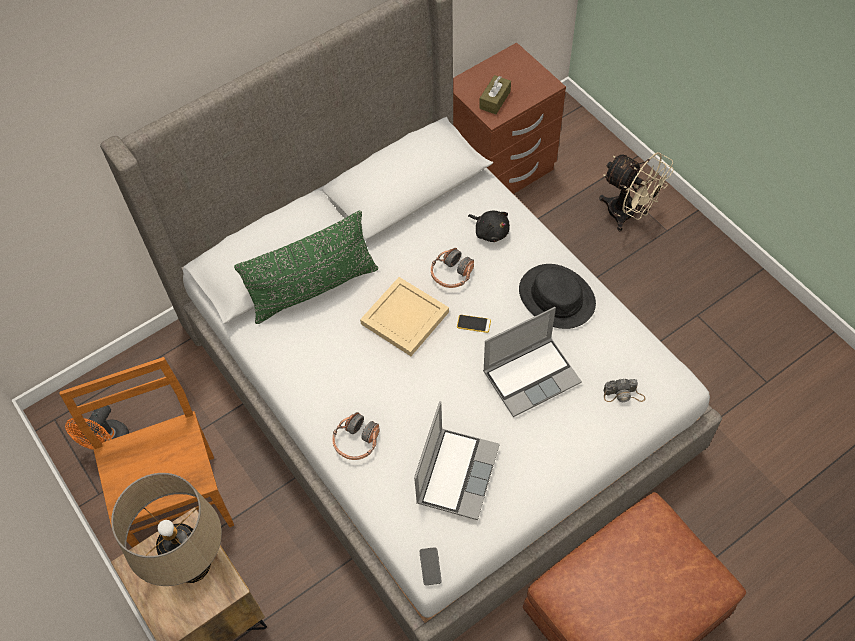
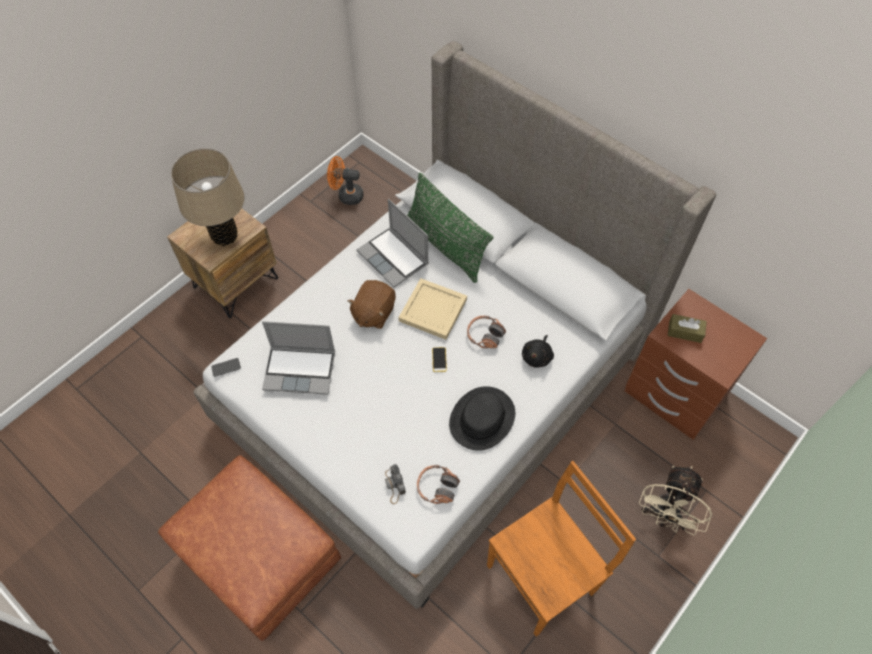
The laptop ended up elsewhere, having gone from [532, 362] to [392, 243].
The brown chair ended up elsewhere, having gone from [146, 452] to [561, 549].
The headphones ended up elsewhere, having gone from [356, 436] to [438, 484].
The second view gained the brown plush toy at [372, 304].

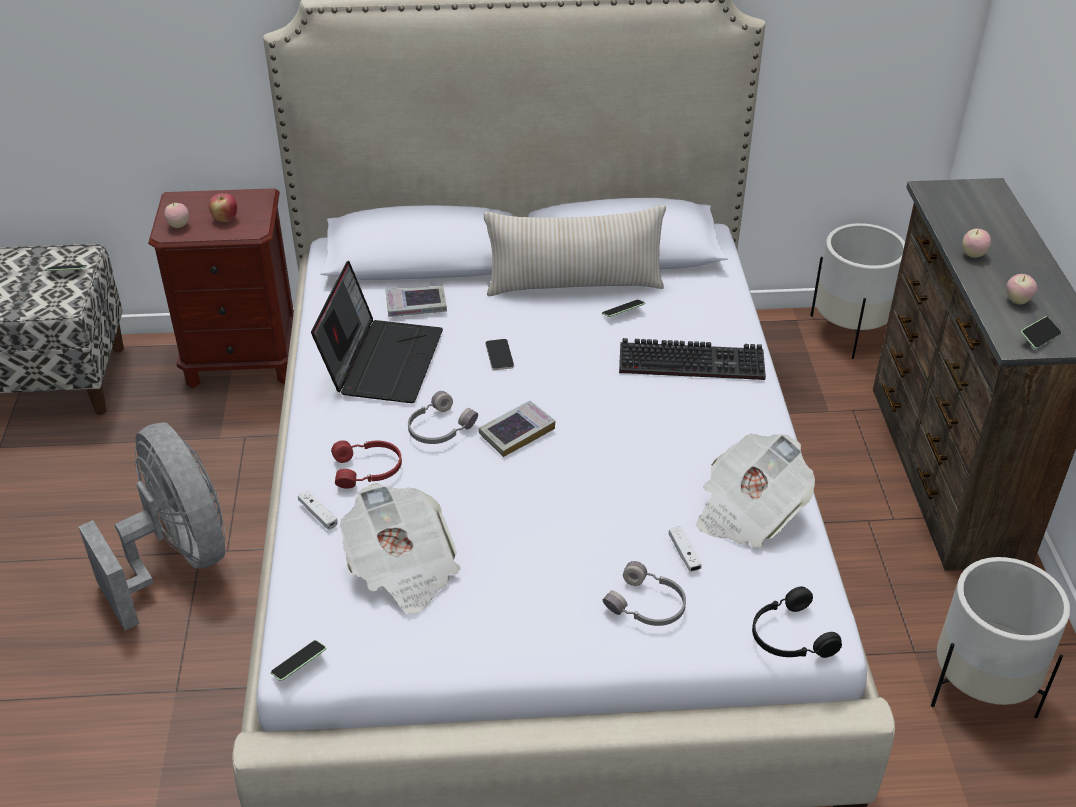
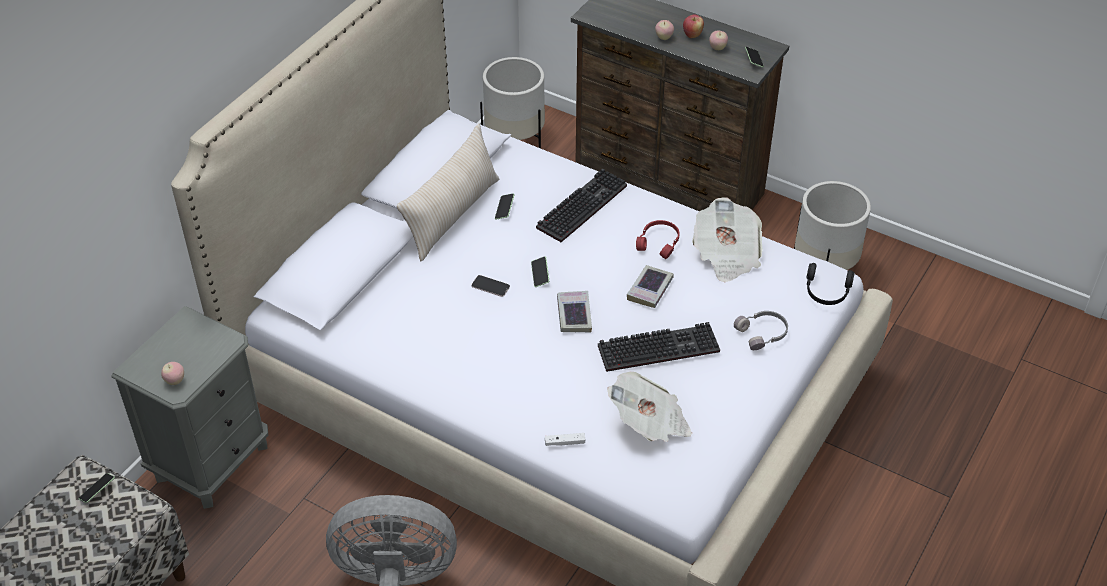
What was the brown nightstand at [221, 288] turned into the grey nightstand at [189, 407].
The apple ended up elsewhere, having gone from [223, 207] to [693, 26].
The second view lost the laptop at [377, 332].
The book ended up elsewhere, having gone from [416, 301] to [650, 286].
The second view lost the grey headphones at [443, 417].
The red headphones ended up elsewhere, having gone from [366, 464] to [658, 239].
The second view lost the white game controller at [685, 548].
The phone ended up elsewhere, having gone from [299, 660] to [540, 271].
The second view gained the keyboard at [659, 347].

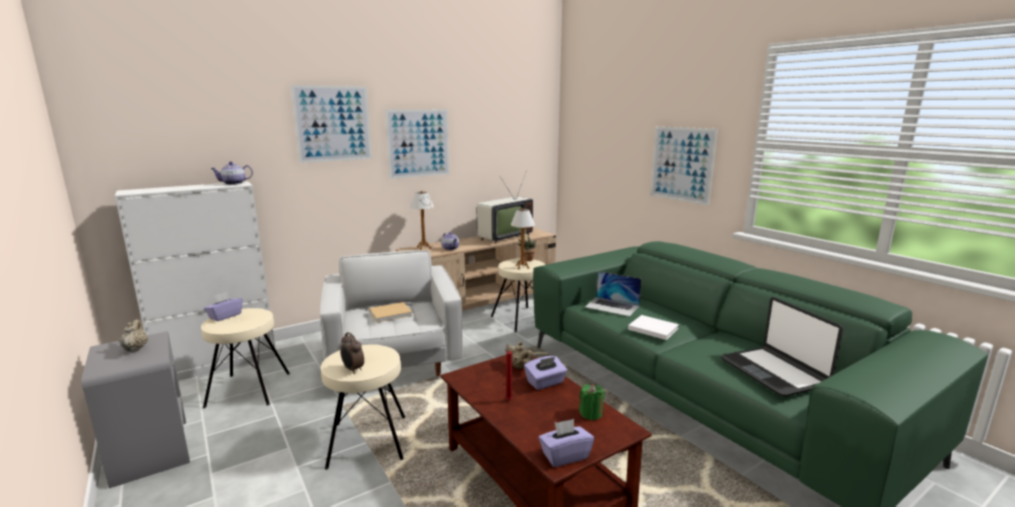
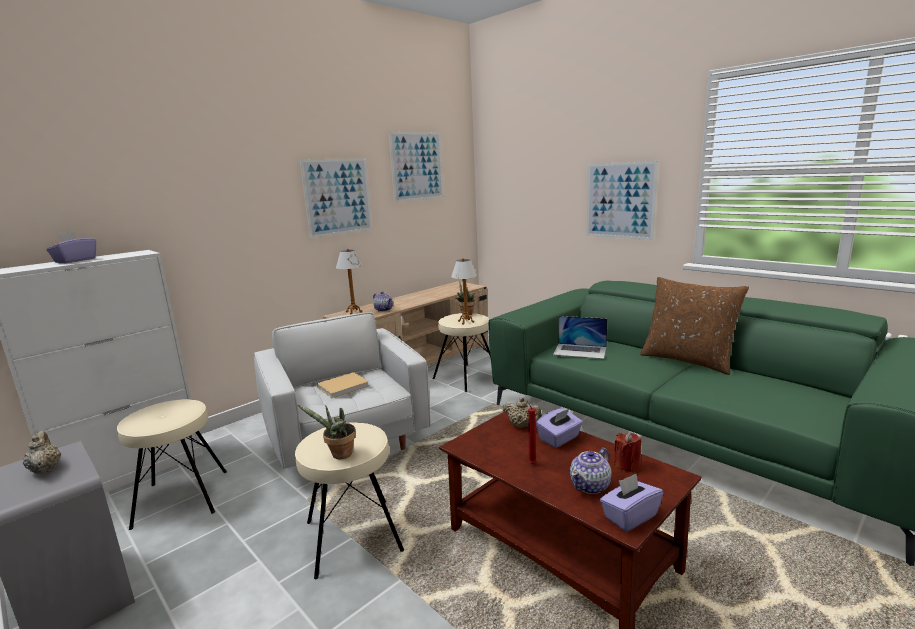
The picture ended up elsewhere, having gone from [331, 124] to [416, 167].
The teapot ended up elsewhere, having gone from [231, 173] to [591, 471].
The second view lost the television at [505, 207].
The purple tissue box ended up elsewhere, having gone from [223, 306] to [71, 247].
The second view lost the laptop at [782, 347].
The second view lost the white book at [653, 327].
Where the alarm clock stood at [352, 353], the potted plant came to stand at [327, 432].
What was the green candle at [592, 402] turned into the red candle at [628, 452].
The second view gained the brown pillow at [694, 326].

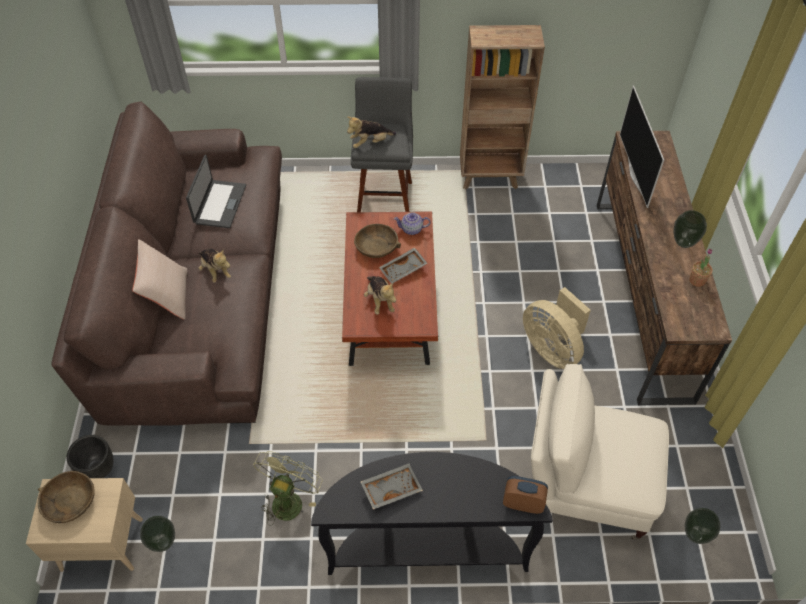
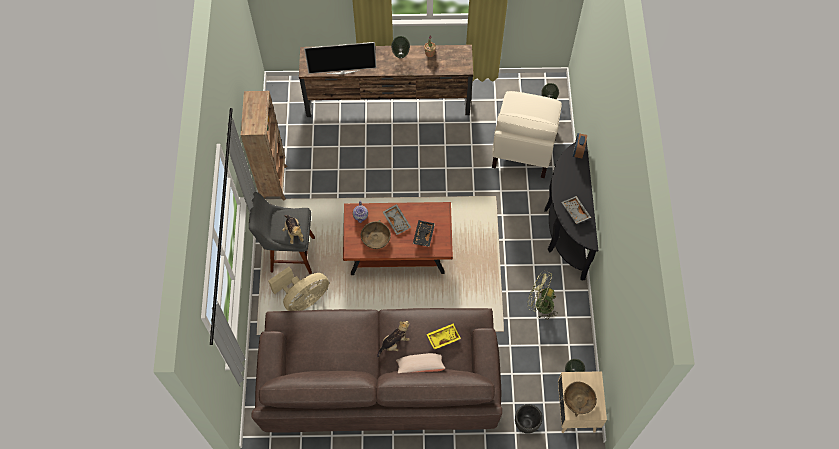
The second view lost the laptop at [216, 191].
Where the plush toy stood at [380, 295], the black tray came to stand at [424, 233].
The beige fan ended up elsewhere, having gone from [557, 328] to [298, 289].
The second view gained the yellow tray at [443, 337].

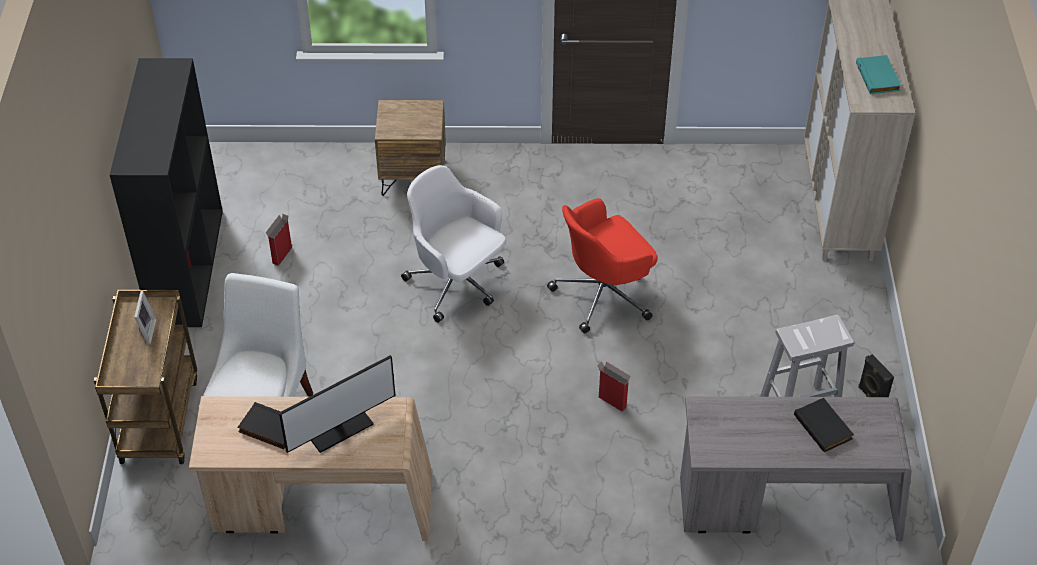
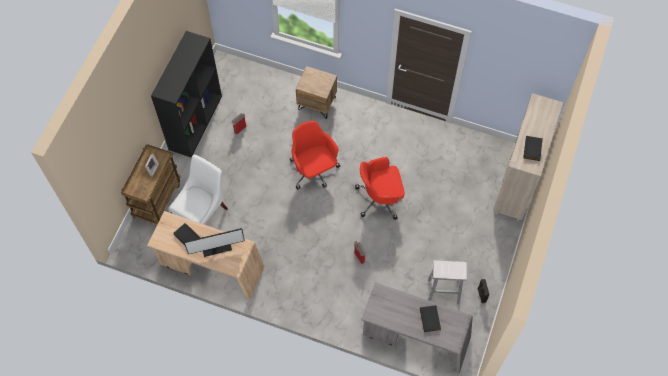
What was the turquoise book at [878, 74] turned into the black book at [533, 148].
What was the white office chair at [453, 244] turned into the red office chair at [315, 155].

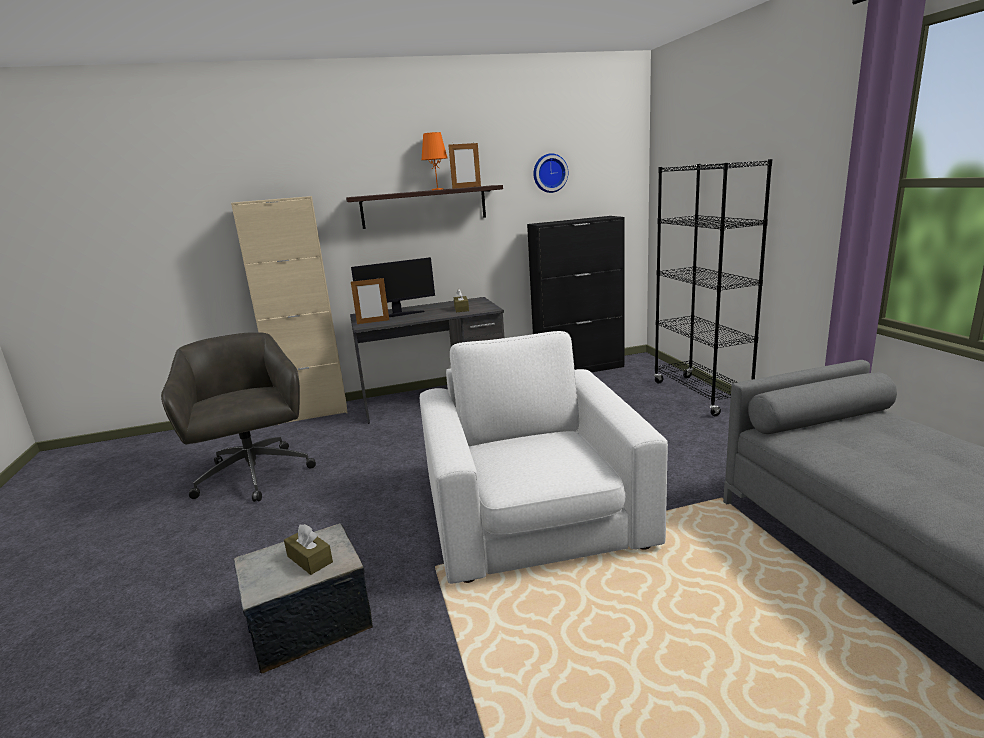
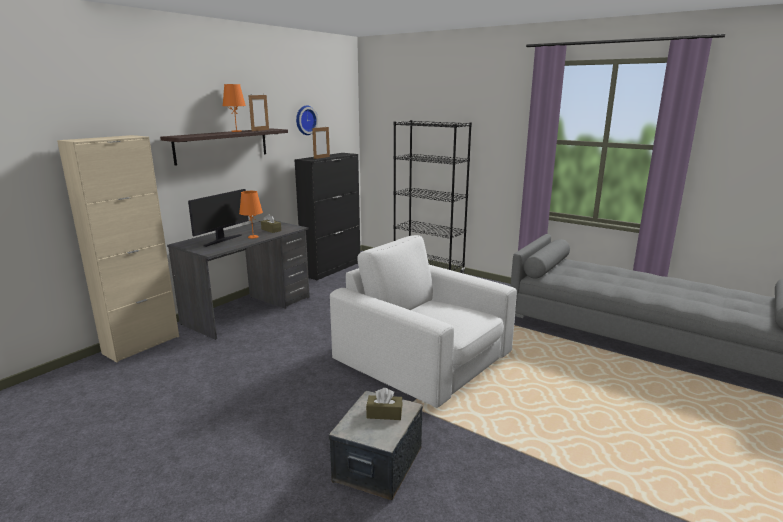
The picture frame ended up elsewhere, having gone from [370, 300] to [321, 142].
The second view lost the grey office chair at [238, 417].
The second view gained the orange table lamp at [251, 215].

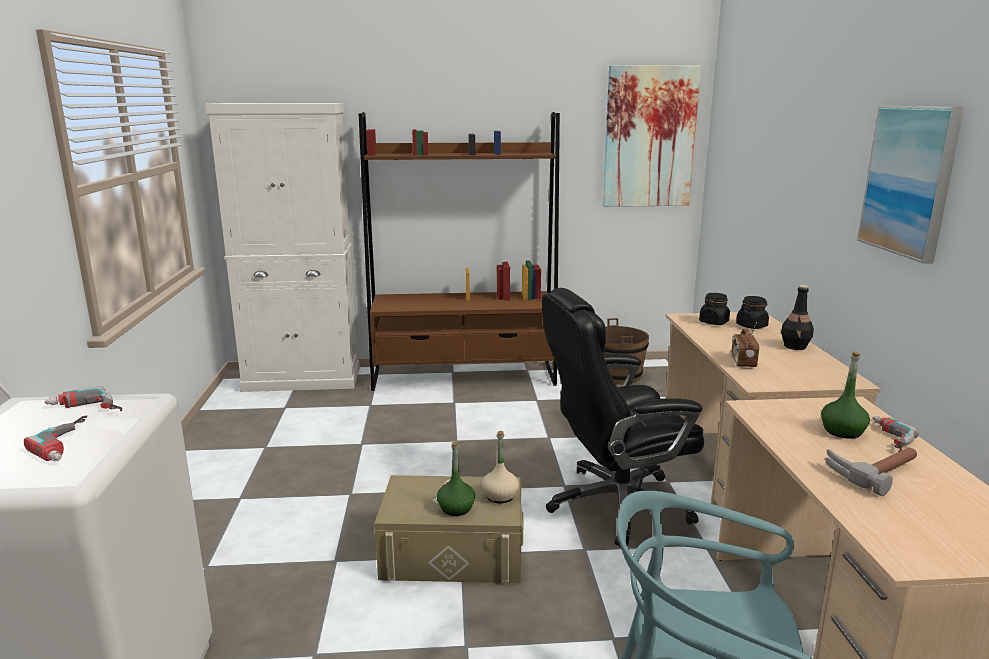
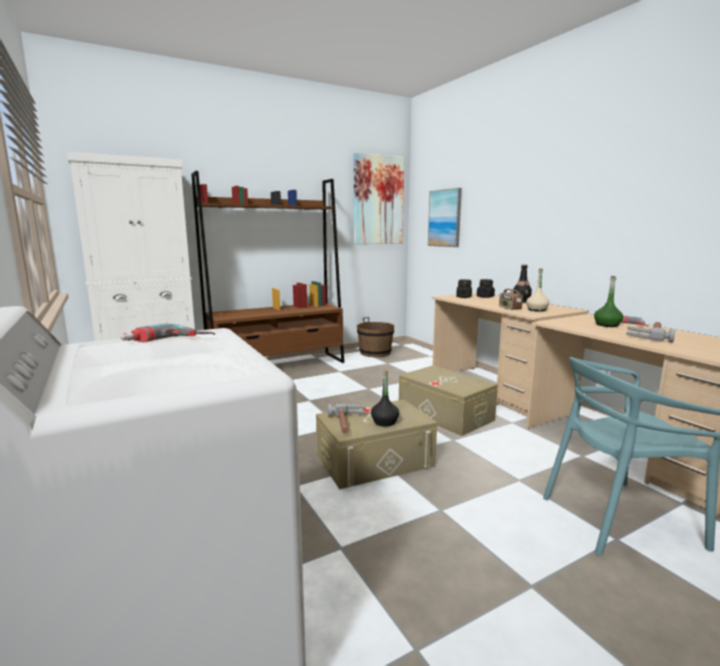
The picture ended up elsewhere, having gone from [910, 184] to [445, 217].
Where the black office chair stood at [623, 418], the beige storage box came to stand at [448, 400].
The second view lost the power drill at [55, 438].
The beige bottle ended up elsewhere, having gone from [500, 467] to [538, 290].
What was the green bottle at [456, 478] turned into the black bottle at [385, 398].
The second view gained the hammer at [347, 418].

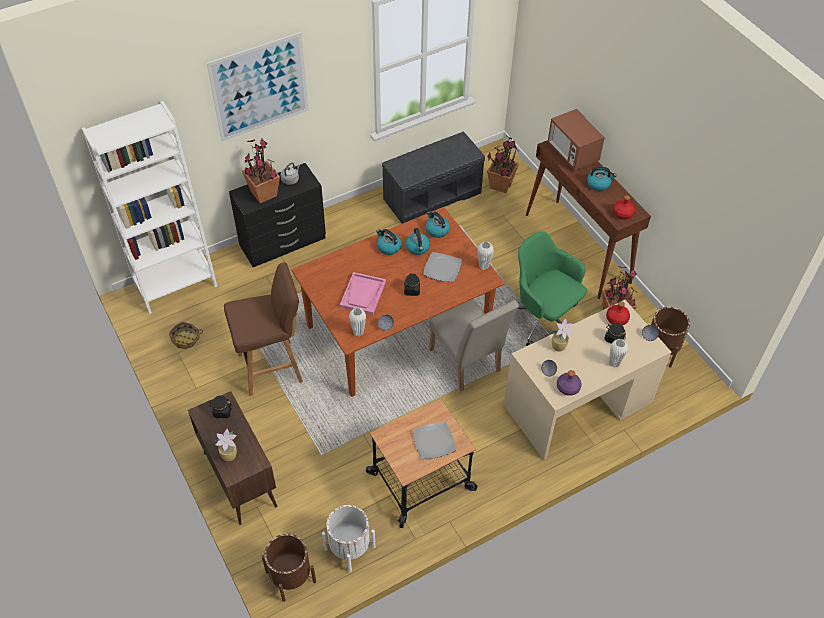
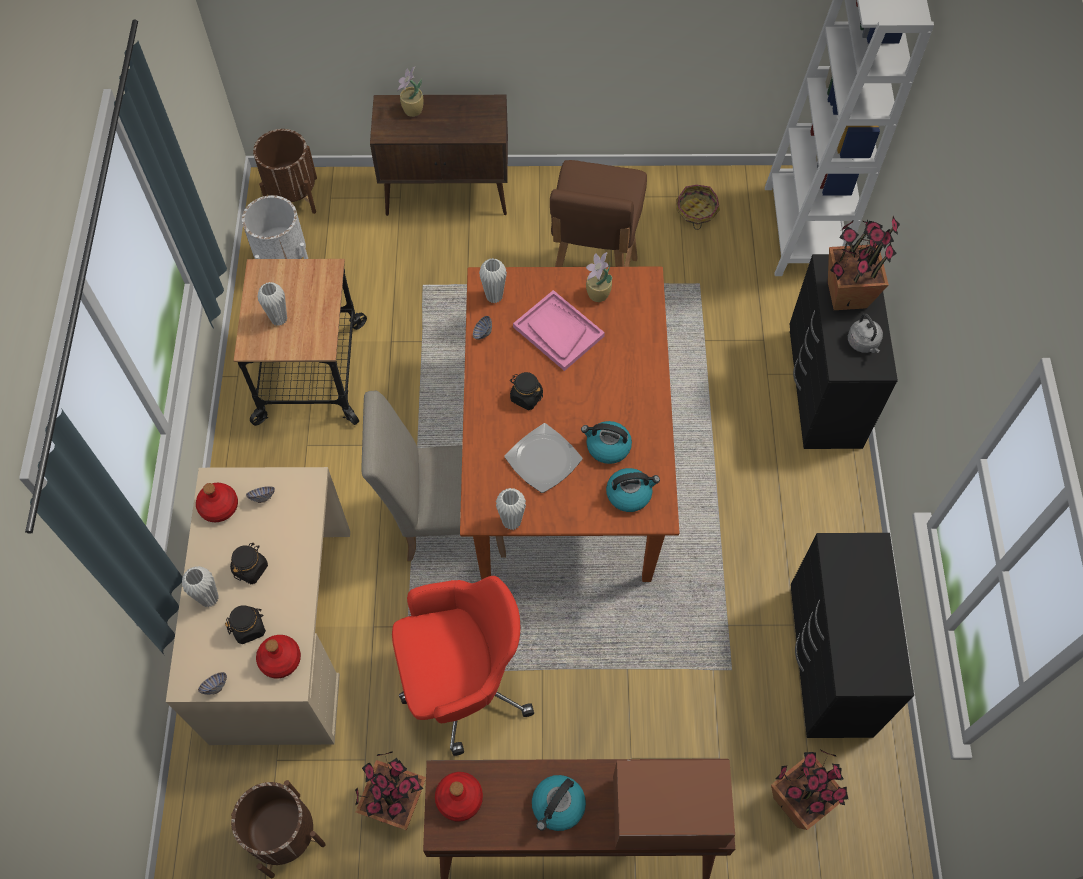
The second view lost the picture at [258, 86].
Where the grey bench stood at [433, 178], the black dresser came to stand at [852, 635].
The second view lost the kettle at [389, 242].
What was the green office chair at [552, 288] turned into the red office chair at [463, 666].
The potted plant ended up elsewhere, having gone from [561, 335] to [599, 277].
What was the purple bottle at [569, 383] turned into the red bottle at [217, 502].
The black jar ended up elsewhere, having gone from [221, 406] to [249, 563].
Where the plate stood at [434, 440], the white vase came to stand at [272, 304].

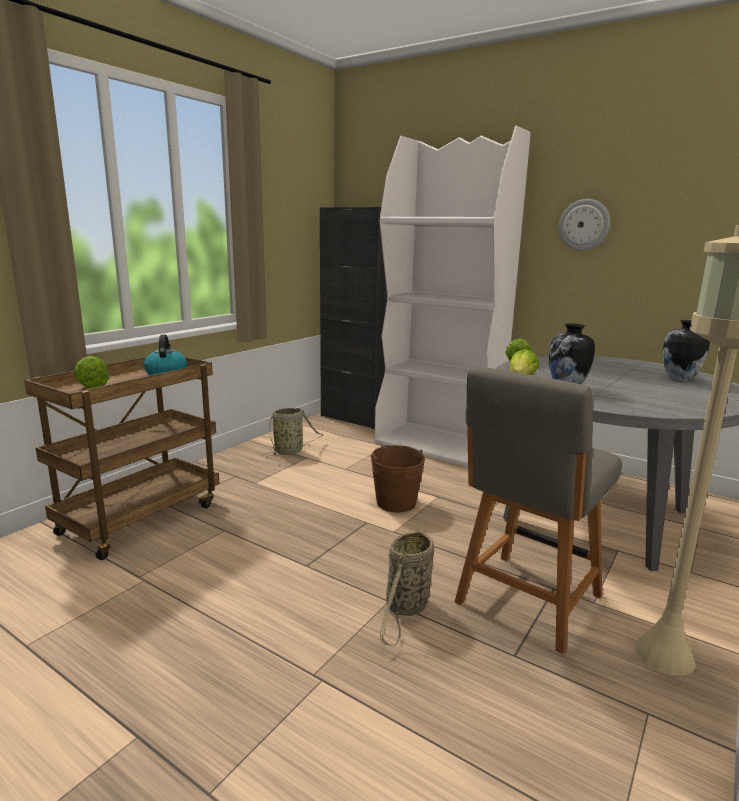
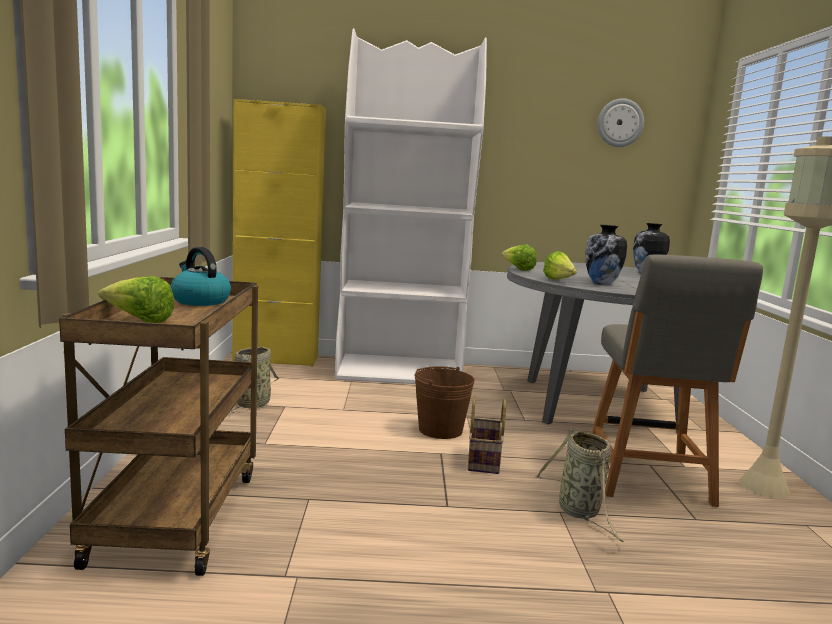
The wall clock ended up elsewhere, having gone from [584, 225] to [620, 122].
What was the black cabinet at [353, 318] turned into the yellow cabinet at [279, 233].
The second view gained the basket at [487, 435].

